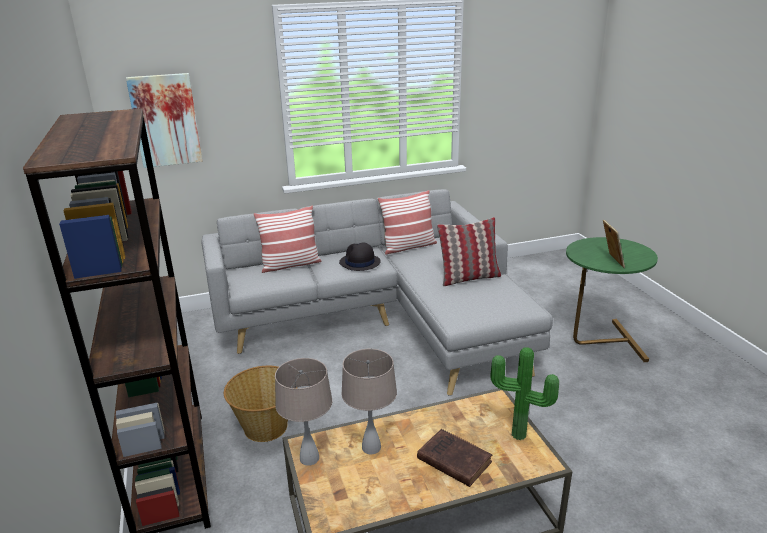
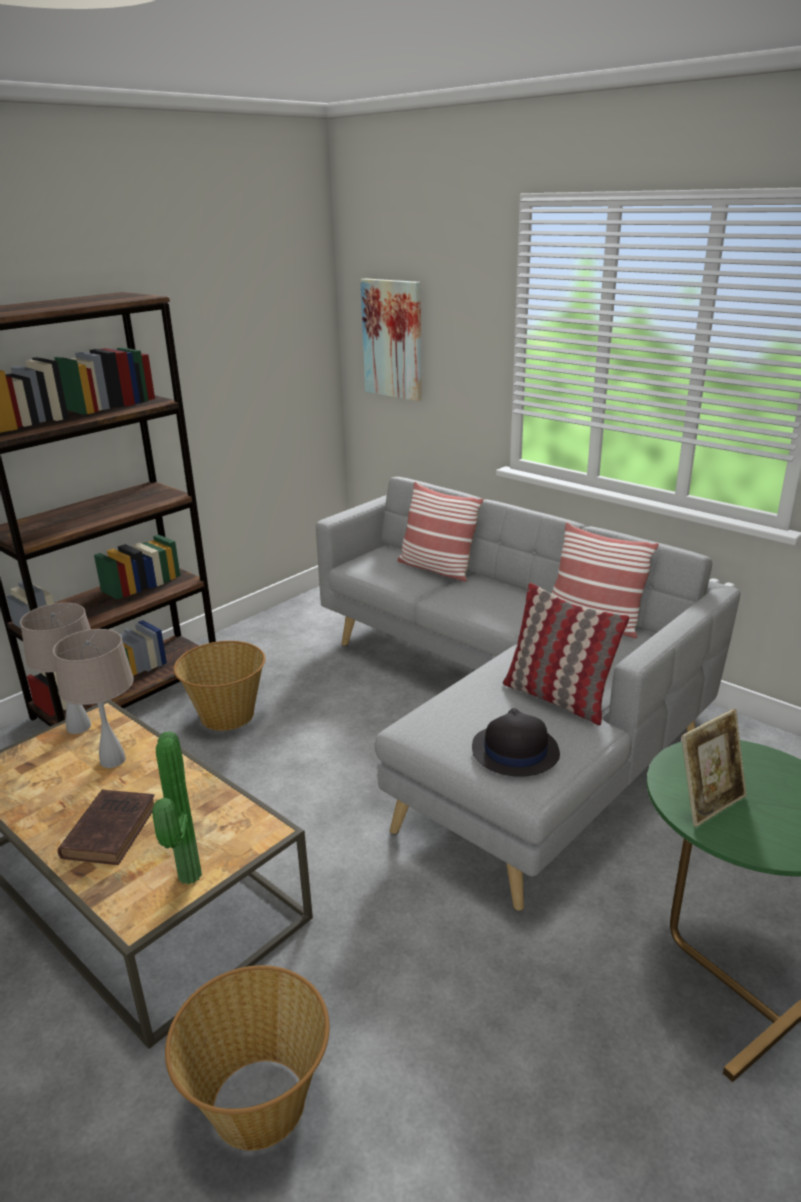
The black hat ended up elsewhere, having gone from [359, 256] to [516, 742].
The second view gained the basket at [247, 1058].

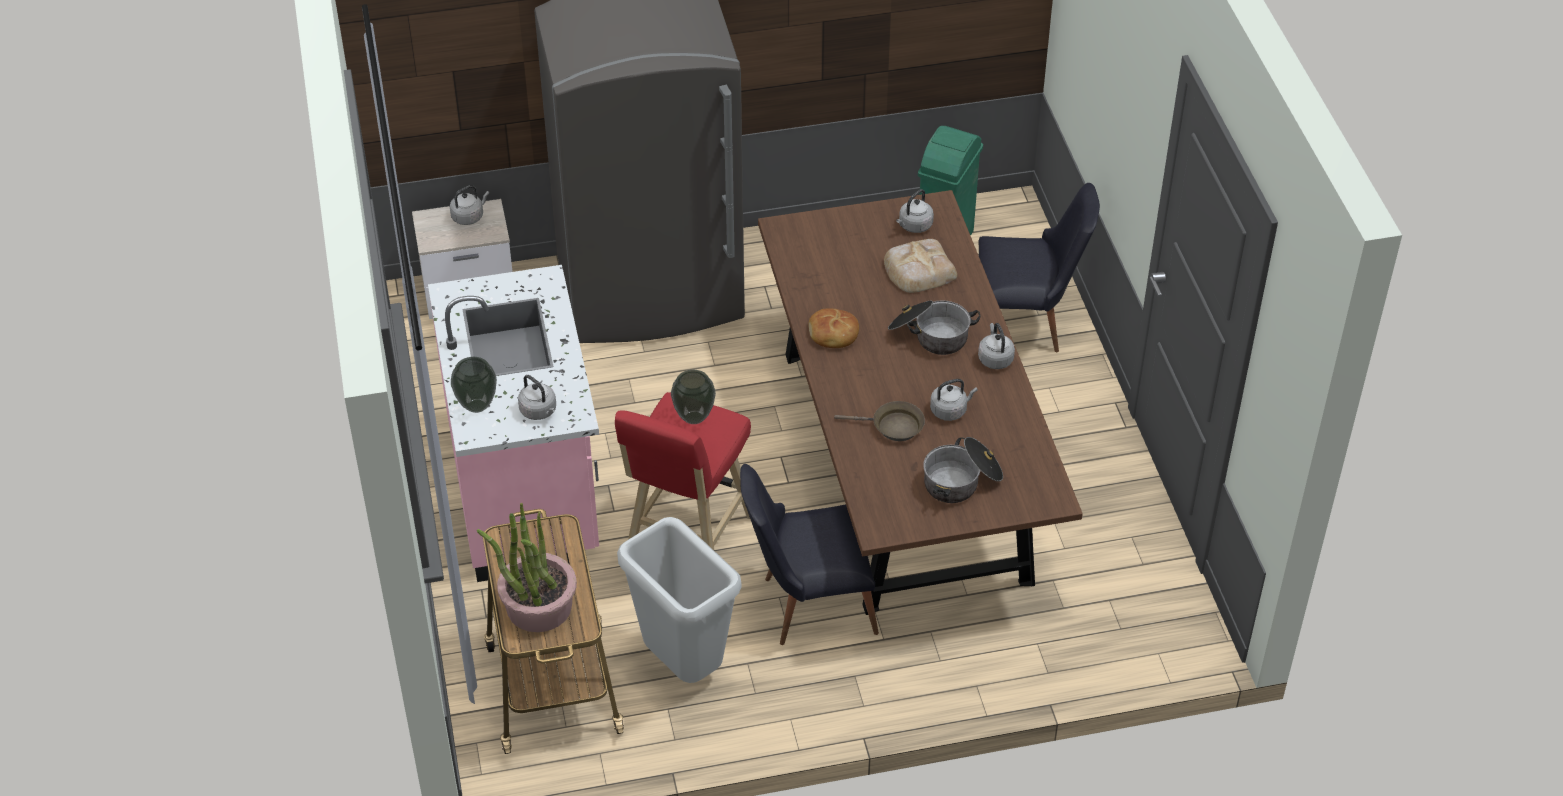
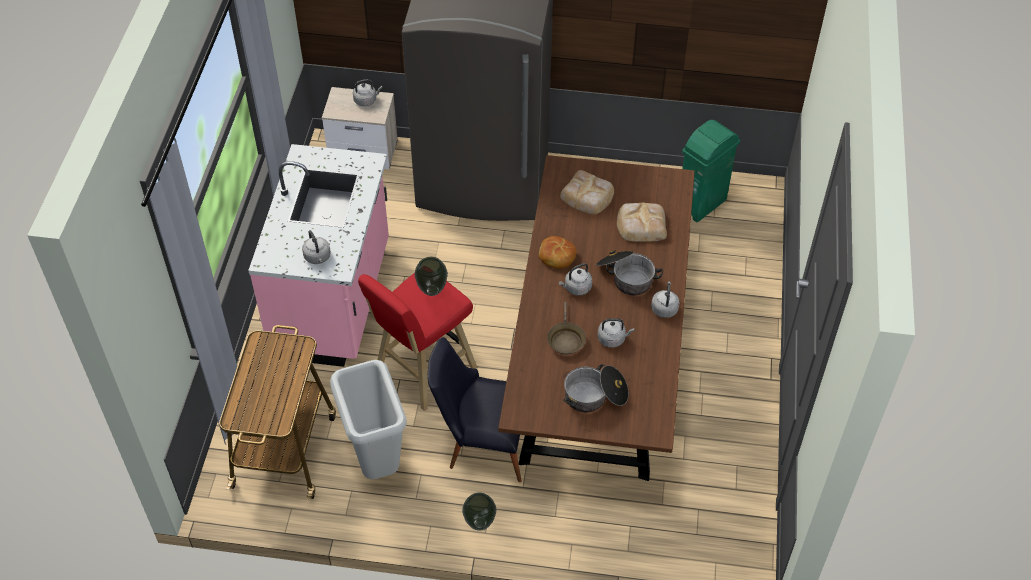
The second view lost the black chair at [1039, 267].
The grey kettle ended up elsewhere, having gone from [915, 211] to [575, 279].
The vase ended up elsewhere, having gone from [474, 385] to [479, 511].
The brown frying pan at [879, 421] ended up facing another way, 60 degrees clockwise from before.
The second view lost the potted plant at [527, 567].
The second view gained the bread at [587, 192].

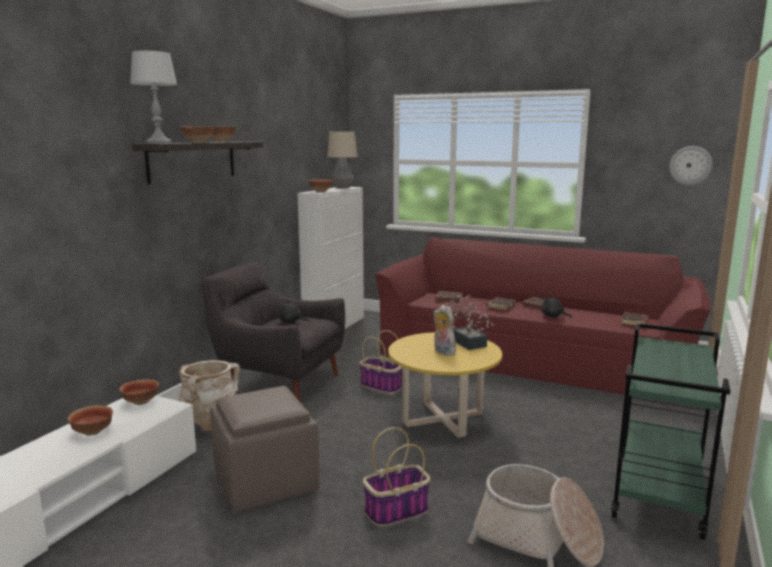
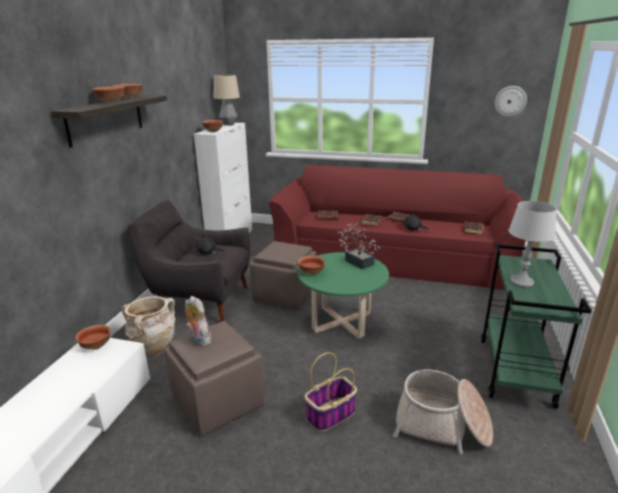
The grey table lamp ended up elsewhere, having gone from [153, 97] to [532, 244].
The plush toy ended up elsewhere, having gone from [446, 330] to [198, 321].
Where the basket stood at [381, 362], the brown ottoman came to stand at [282, 276].
What was the yellow coffee table at [445, 385] turned into the green coffee table at [343, 295].
The bowl ended up elsewhere, having gone from [90, 420] to [312, 265].

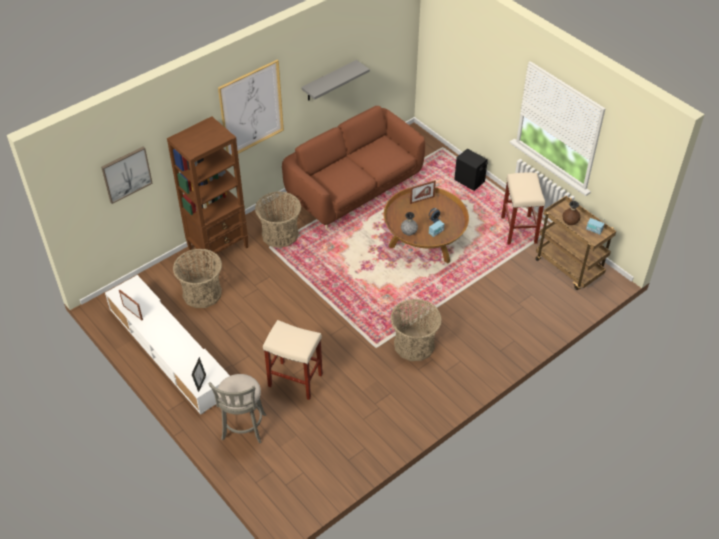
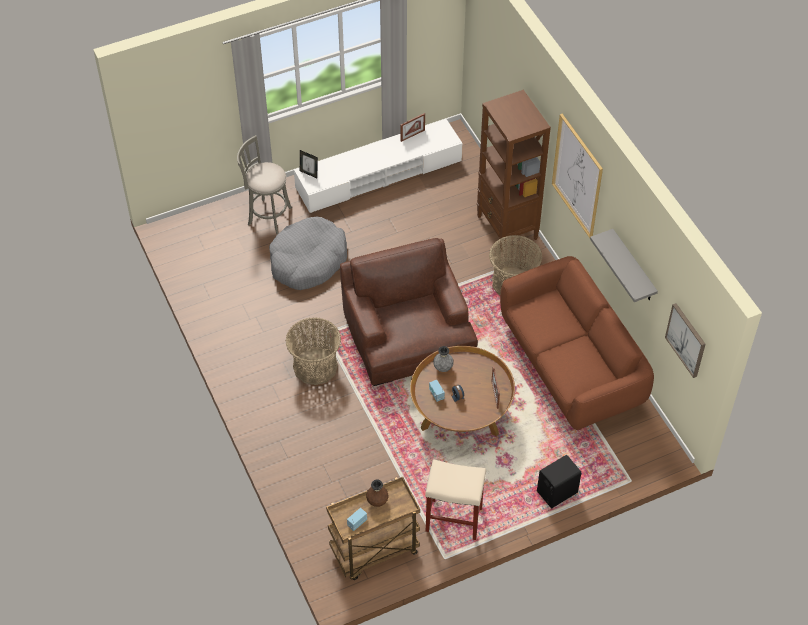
The picture ended up elsewhere, having gone from [127, 175] to [685, 340].
The second view lost the basket at [197, 278].
Where the beige stool stood at [293, 360], the grey dog bed came to stand at [308, 253].
The second view gained the brown armchair at [409, 312].

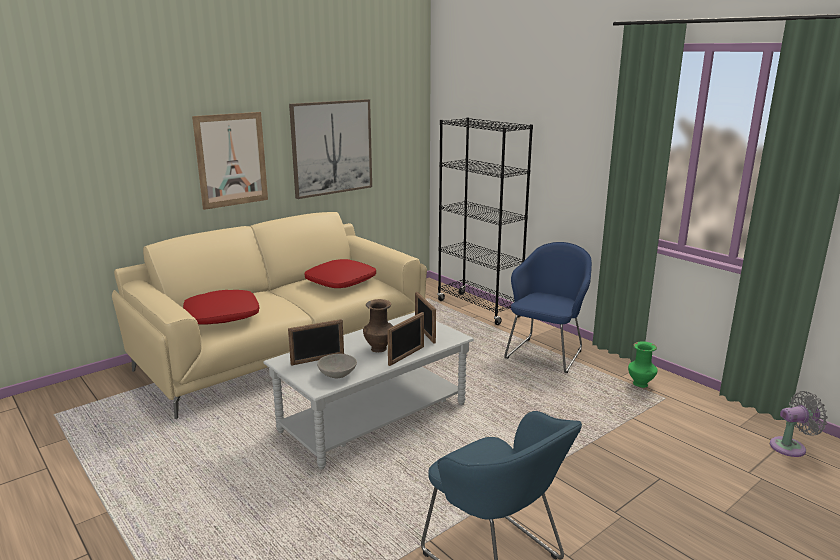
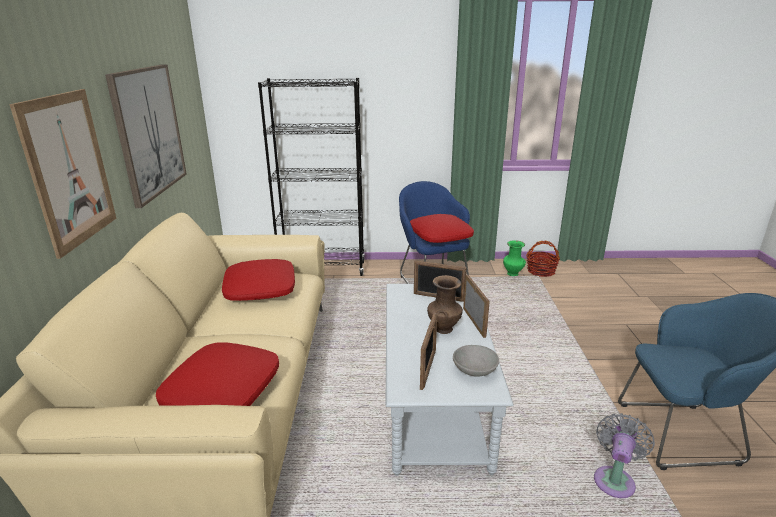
The grey fan ended up elsewhere, having gone from [799, 424] to [624, 455].
The second view gained the red pillow at [442, 228].
The second view gained the basket at [543, 259].

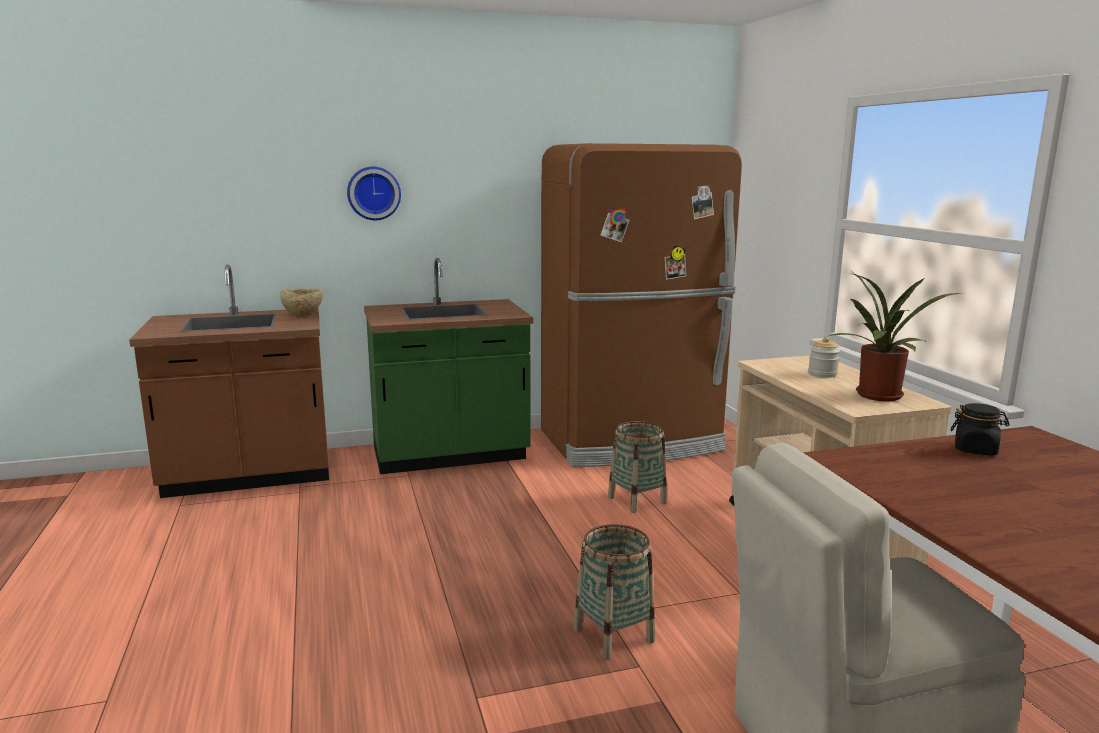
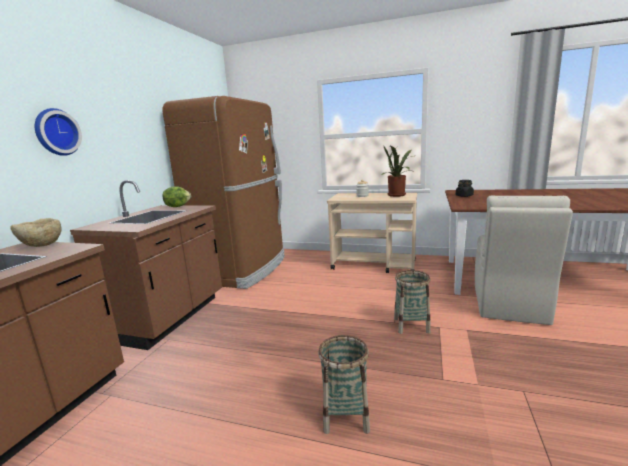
What was the green counter at [448, 366] turned into the brown counter at [146, 265].
The basket ended up elsewhere, having gone from [637, 467] to [344, 384].
The second view gained the lettuce at [176, 196].

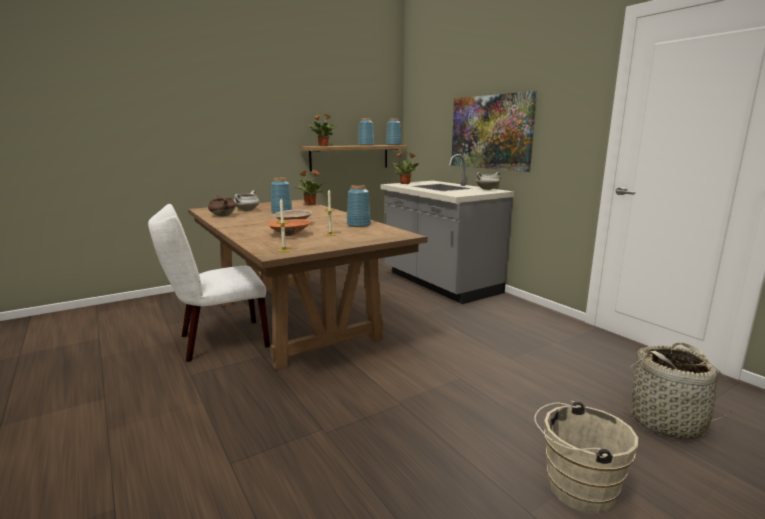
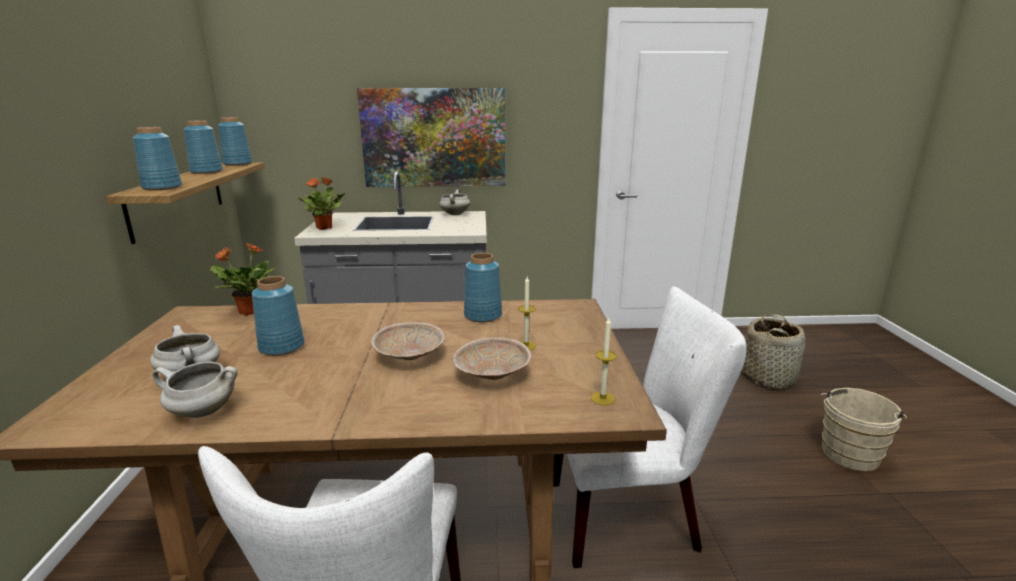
Where the potted plant stood at [323, 130], the blue vase came to stand at [157, 159].
What was the brown cooking pot at [222, 206] turned into the white cooking pot at [194, 390].
What was the orange bowl at [289, 227] turned into the beige bowl at [491, 358].
The second view gained the white chair at [649, 427].

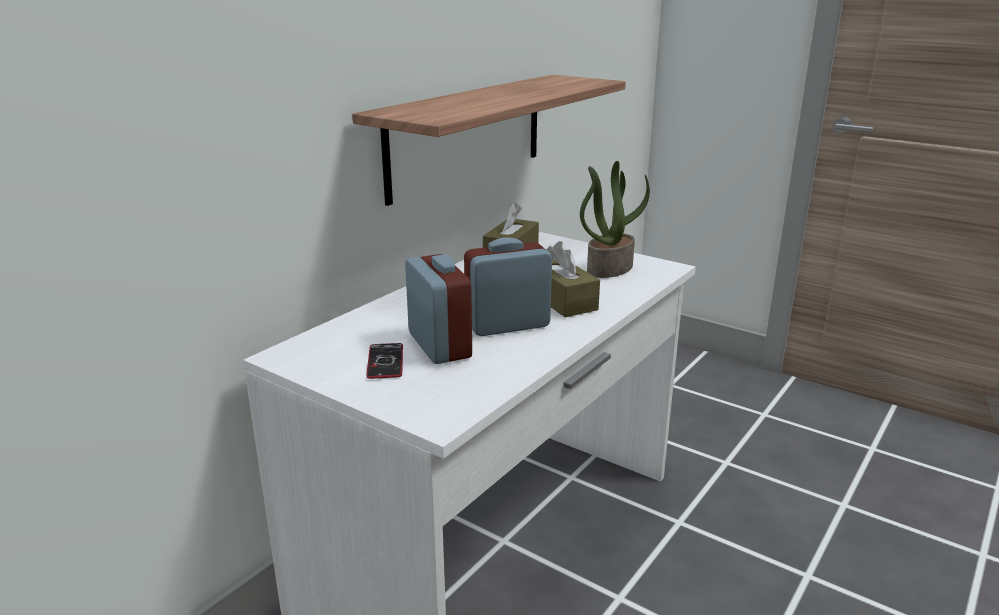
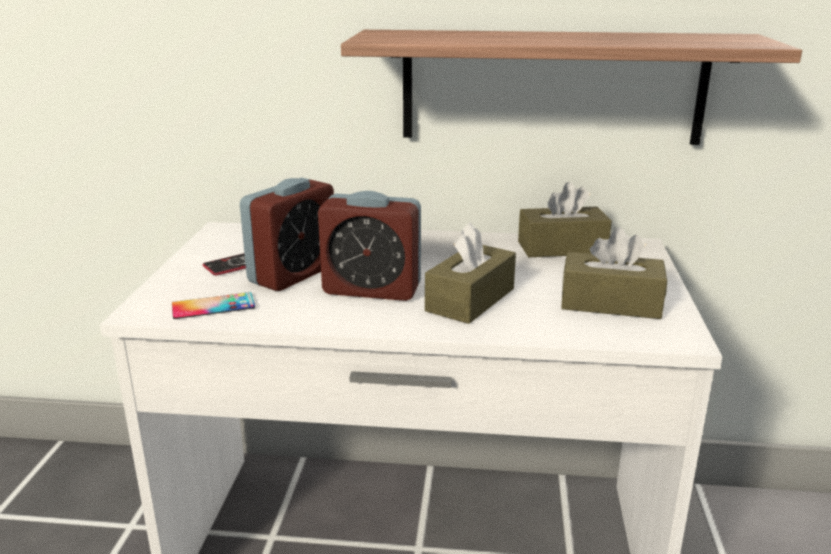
Where the potted plant stood at [615, 219], the brown tissue box came to stand at [614, 273].
The alarm clock at [508, 286] ended up facing another way, 150 degrees clockwise from before.
The second view gained the phone at [213, 305].

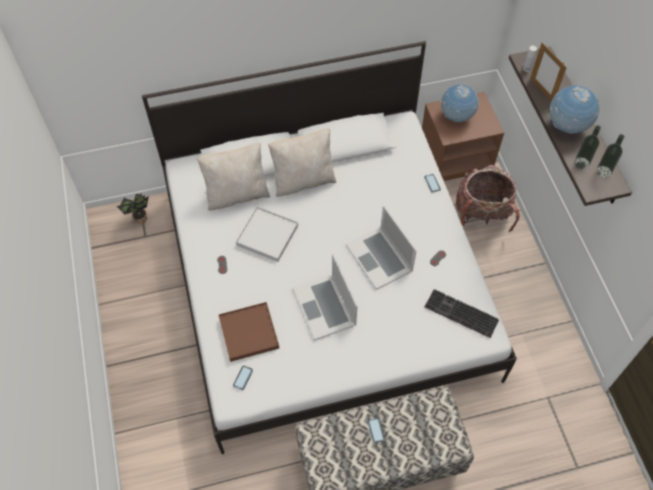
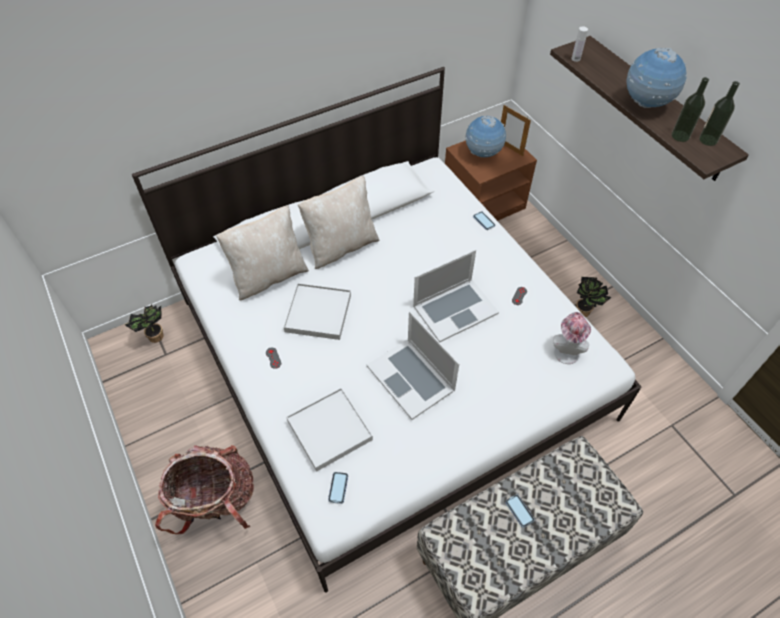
The picture frame ended up elsewhere, having gone from [548, 71] to [516, 130].
The backpack ended up elsewhere, having gone from [487, 198] to [204, 489].
The laptop at [381, 248] ended up facing another way, 75 degrees counterclockwise from before.
Where the keyboard stood at [462, 314], the hat came to stand at [572, 338].
What was the brown tray at [249, 332] turned into the white tray at [329, 429].
The second view gained the potted plant at [593, 297].

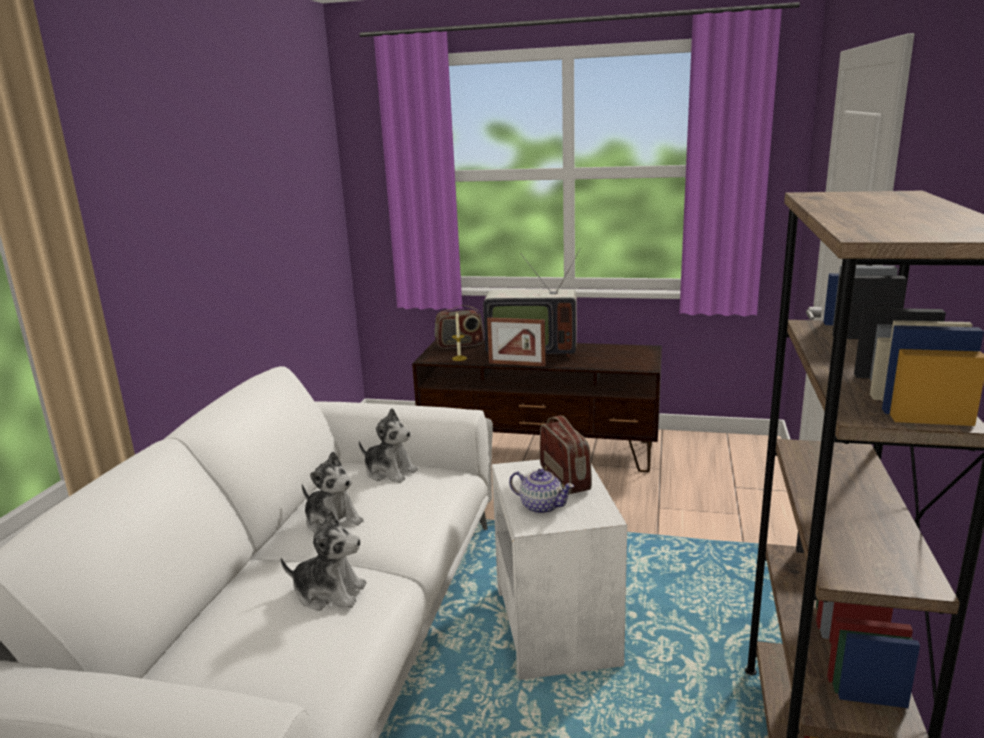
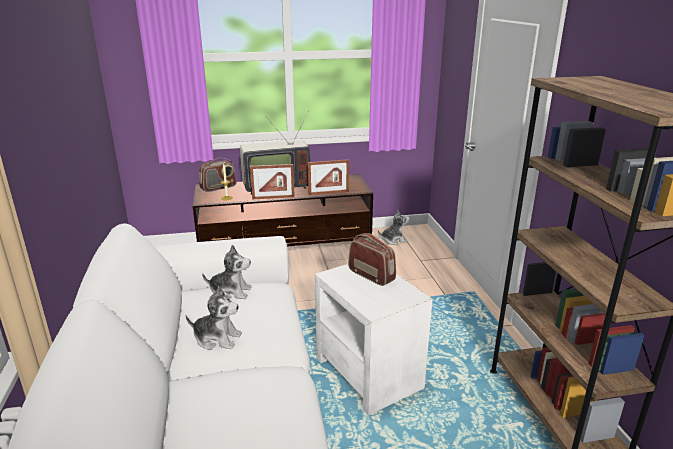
The second view lost the teapot at [541, 491].
The plush toy ended up elsewhere, having gone from [324, 561] to [394, 227].
The second view gained the picture frame at [328, 177].

